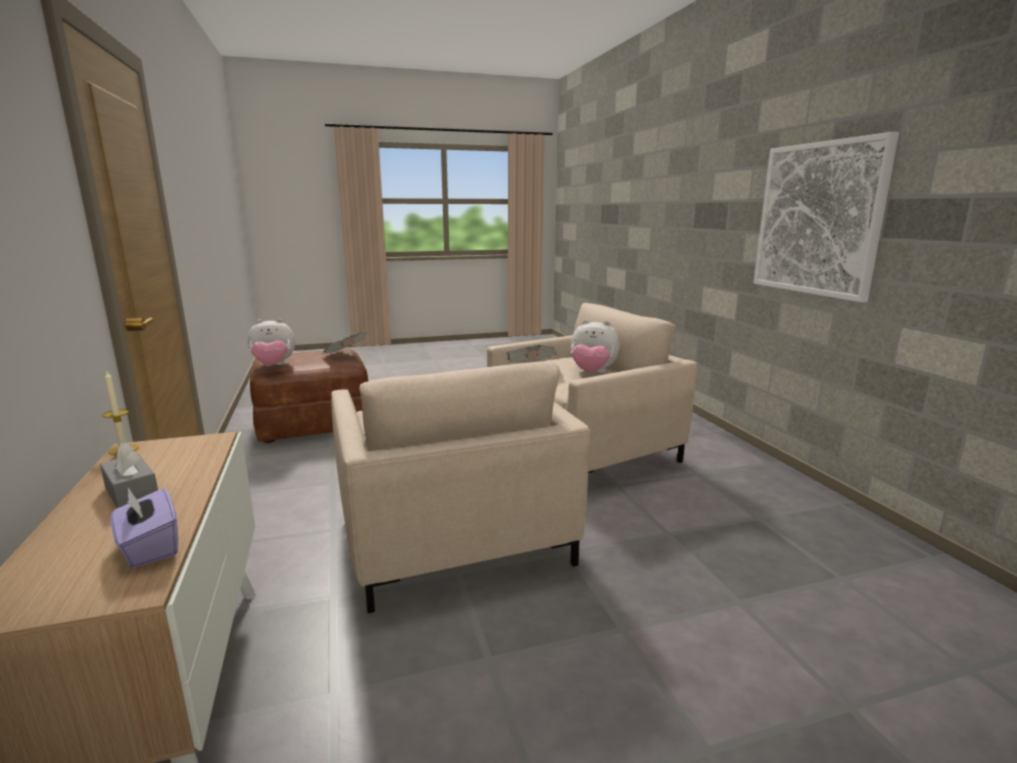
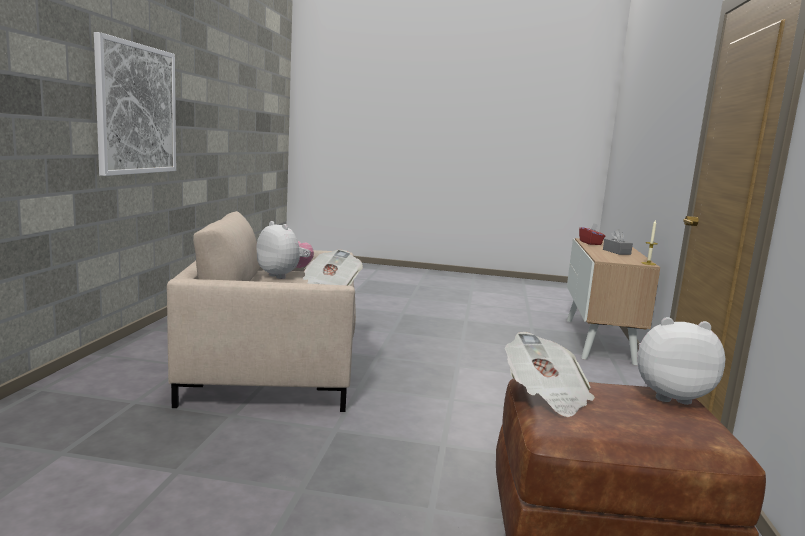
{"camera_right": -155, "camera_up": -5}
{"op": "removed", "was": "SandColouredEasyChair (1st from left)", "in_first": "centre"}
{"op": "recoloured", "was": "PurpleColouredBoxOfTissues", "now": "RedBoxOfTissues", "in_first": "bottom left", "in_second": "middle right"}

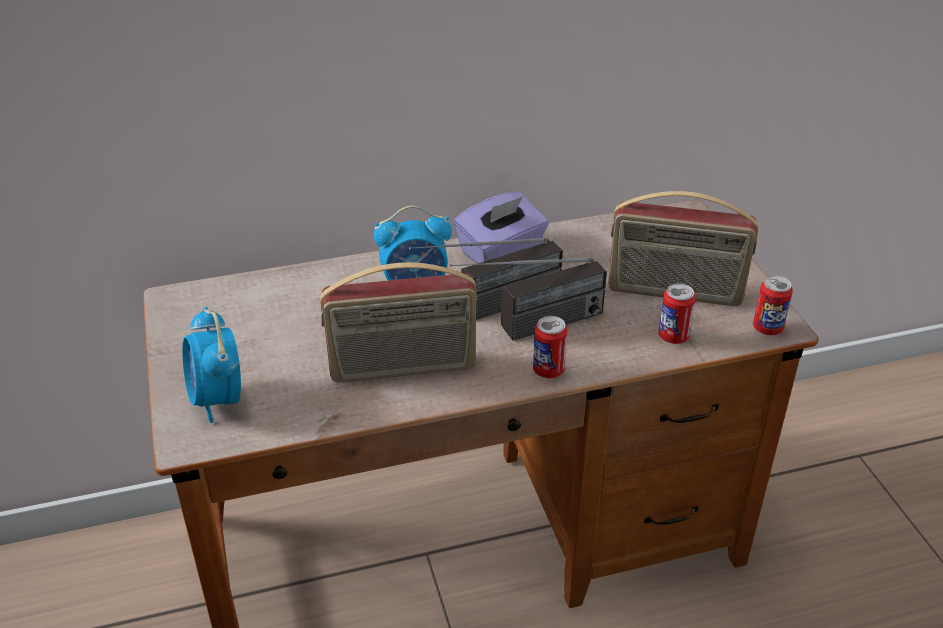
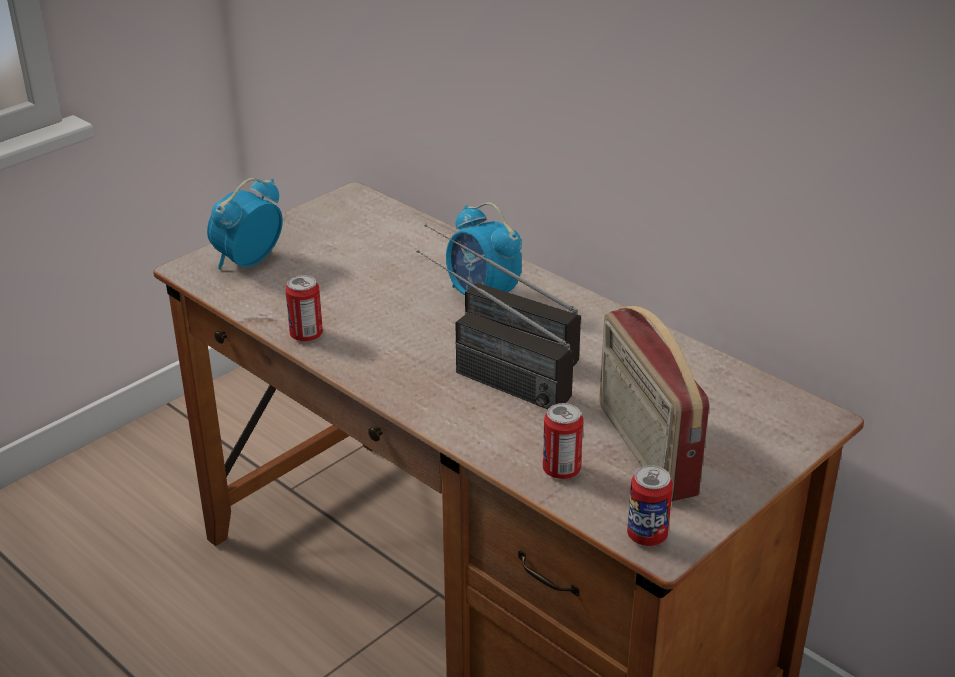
{"camera_right": 60, "camera_up": -5}
{"op": "removed", "was": "Radio (1st from left)", "in_first": "centre"}
{"op": "removed", "was": "PurpleColouredBoxOfTissues", "in_first": "centre"}
{"op": "moved", "was": "SealedCan (1st from left)", "in_first": "centre", "in_second": "middle left"}

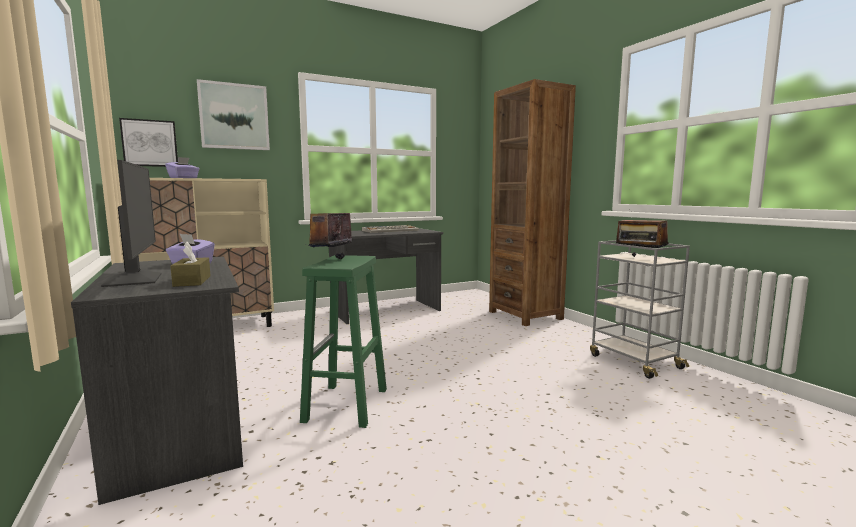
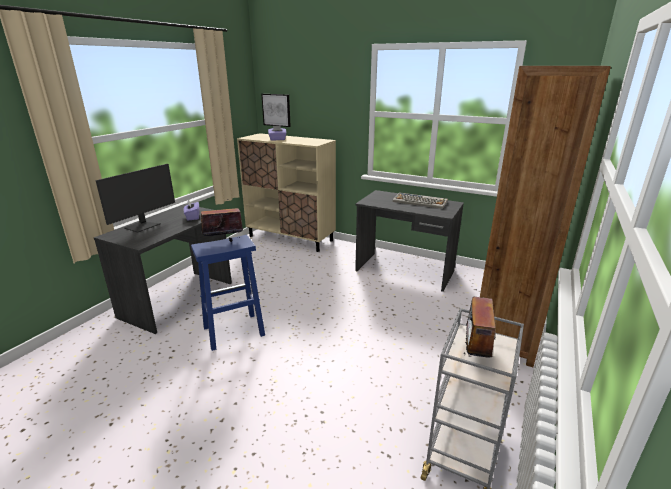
{"camera_right": 55, "camera_up": 15}
{"op": "removed", "was": "BrownishBoxOfTissues", "in_first": "middle left"}
{"op": "removed", "was": "Picture (2nd from left)", "in_first": "top left"}
{"op": "recoloured", "was": "GreenishStoolSeat", "now": "BlueColouredStoolSeat", "in_first": "centre", "in_second": "centre"}

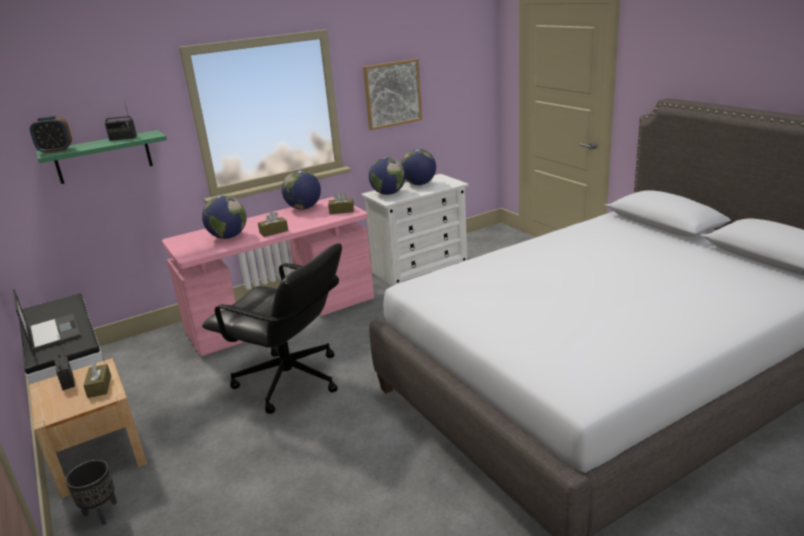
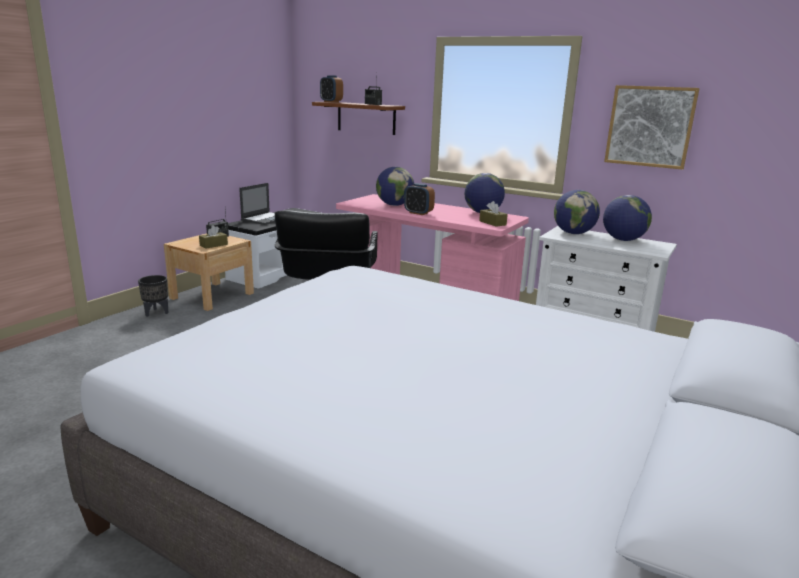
{"camera_right": 60, "camera_up": -5}
{"op": "replaced", "was": "BrownishBoxOfTissues (2nd from left)", "now": "TableClock (2nd from left)", "in_first": "centre", "in_second": "centre"}
{"op": "recoloured", "was": "GreenishWallShelf", "now": "BrownishWallShelf", "in_first": "top left", "in_second": "top centre"}

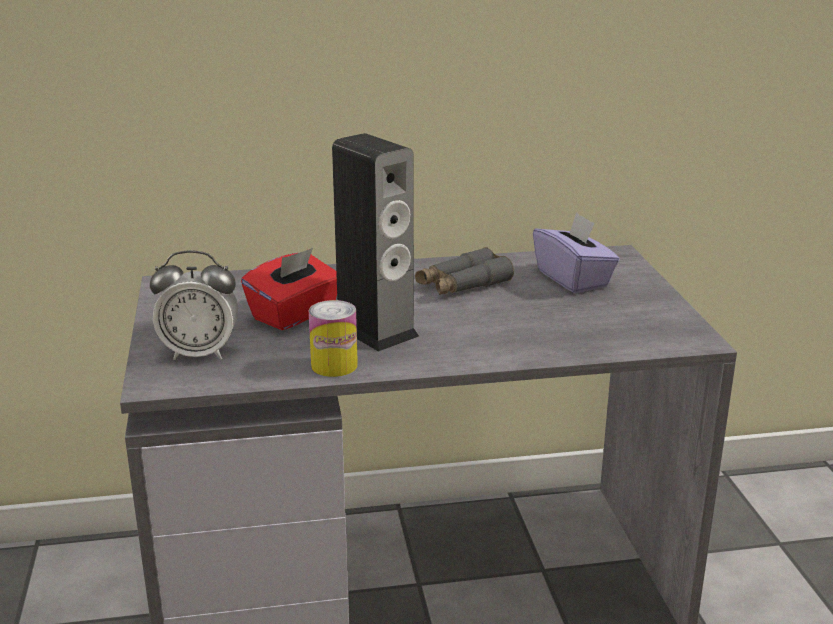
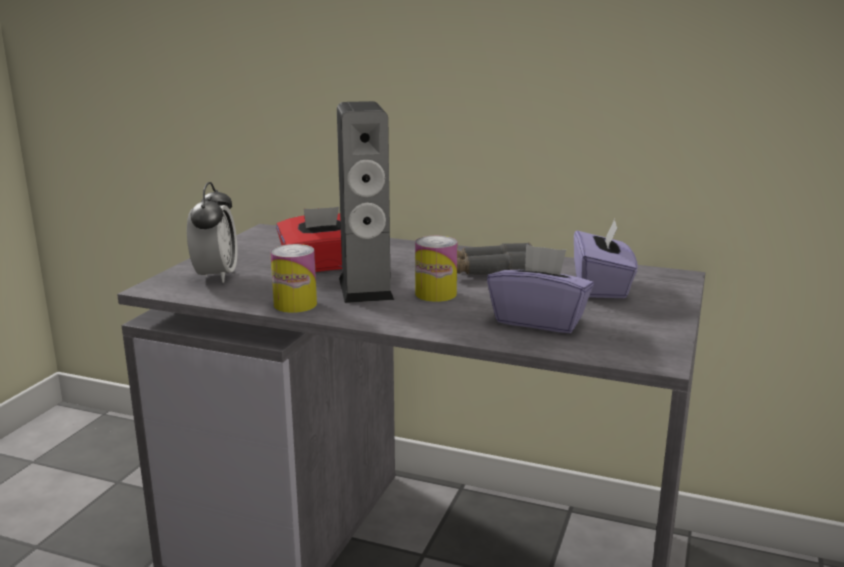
{"camera_right": 30, "camera_up": -5}
{"op": "added", "now": "SealedCan (2nd from left)", "in_second": "centre"}
{"op": "added", "now": "PurpleColouredBoxOfTissues (1st from left)", "in_second": "centre"}
{"op": "turned", "was": "TableClock", "in_first": "middle left", "in_second": "middle left", "clockwise": -120}

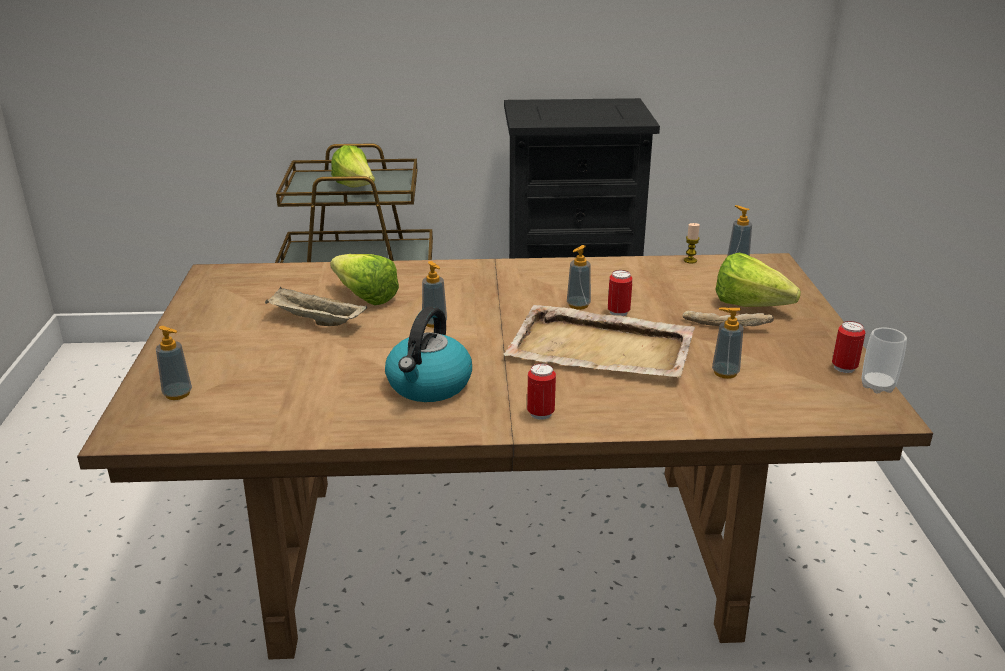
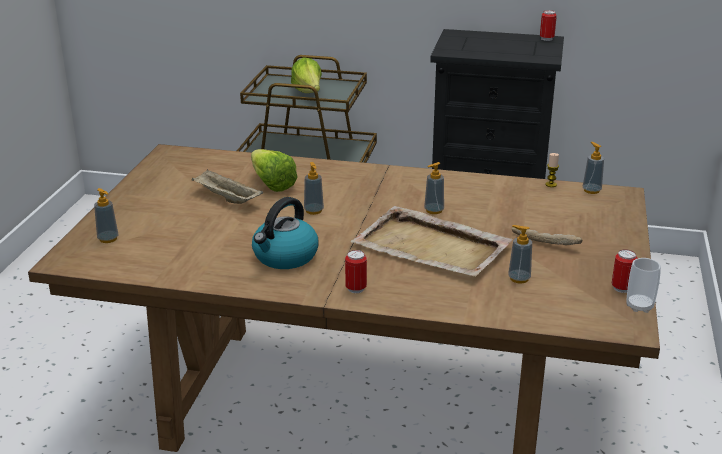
{"camera_right": 15, "camera_up": 0}
{"op": "removed", "was": "HeadOfLettuce (3rd from left)", "in_first": "middle right"}
{"op": "moved", "was": "SealedCan (2nd from left)", "in_first": "centre", "in_second": "top right"}

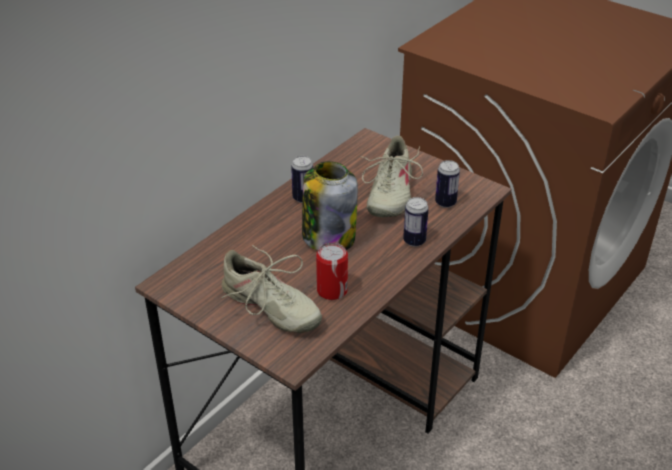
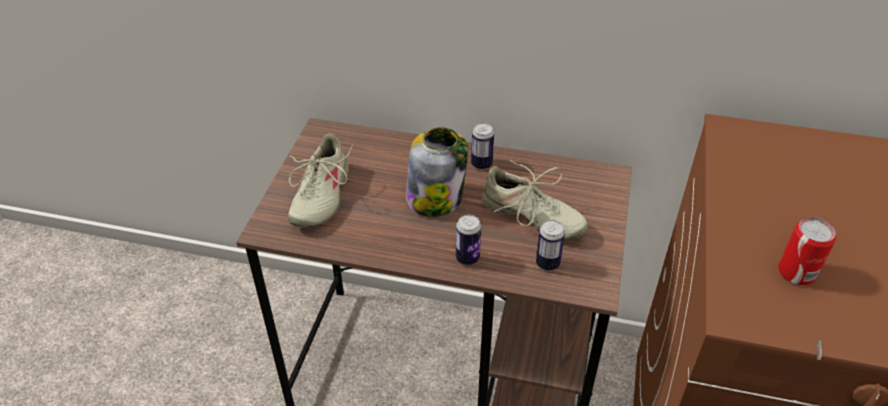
{"camera_right": 65, "camera_up": 5}
{"op": "moved", "was": "SealedCan (2nd from left in the first image)", "now": "SealedCan (4th from left)", "in_first": "centre", "in_second": "middle right"}
{"op": "turned", "was": "SandColouredShoe (2nd from left)", "in_first": "centre", "in_second": "centre", "clockwise": -135}

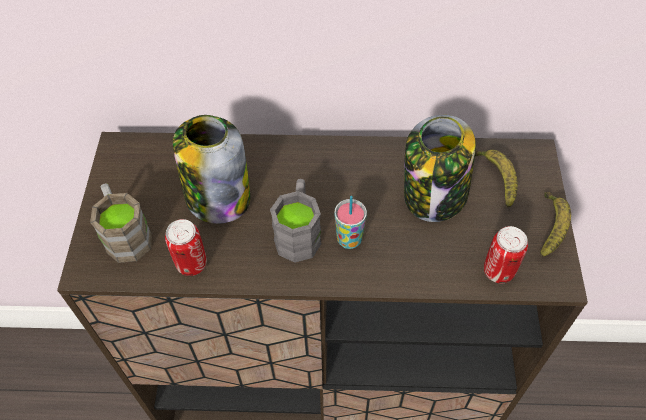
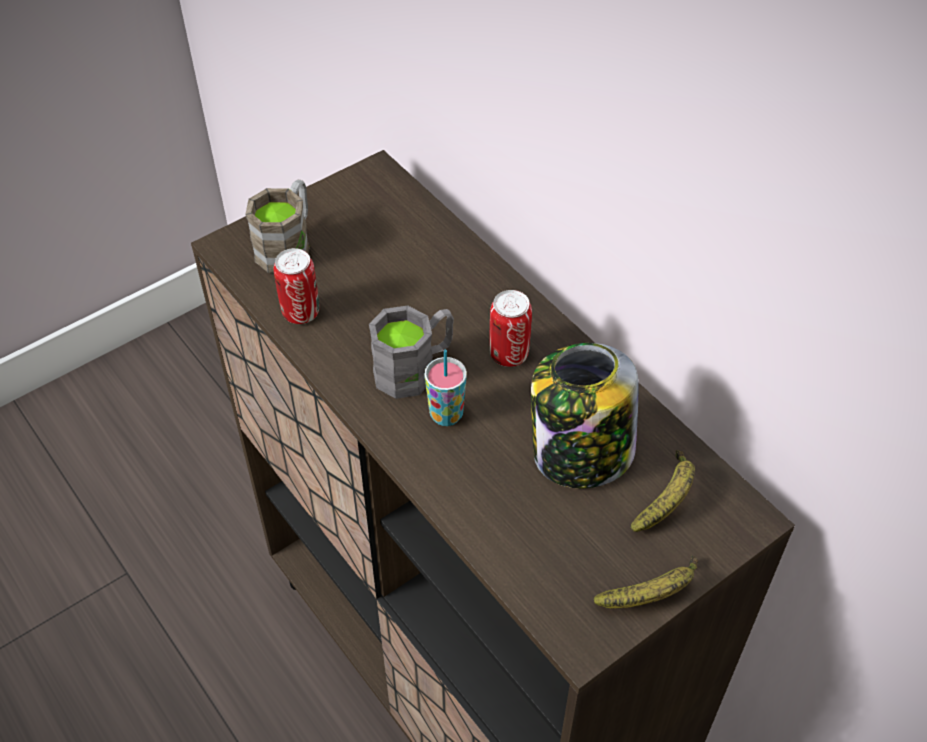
{"camera_right": 50, "camera_up": -5}
{"op": "removed", "was": "Jar (1st from left)", "in_first": "middle left"}
{"op": "moved", "was": "SealedCan (2nd from left)", "in_first": "middle right", "in_second": "centre"}

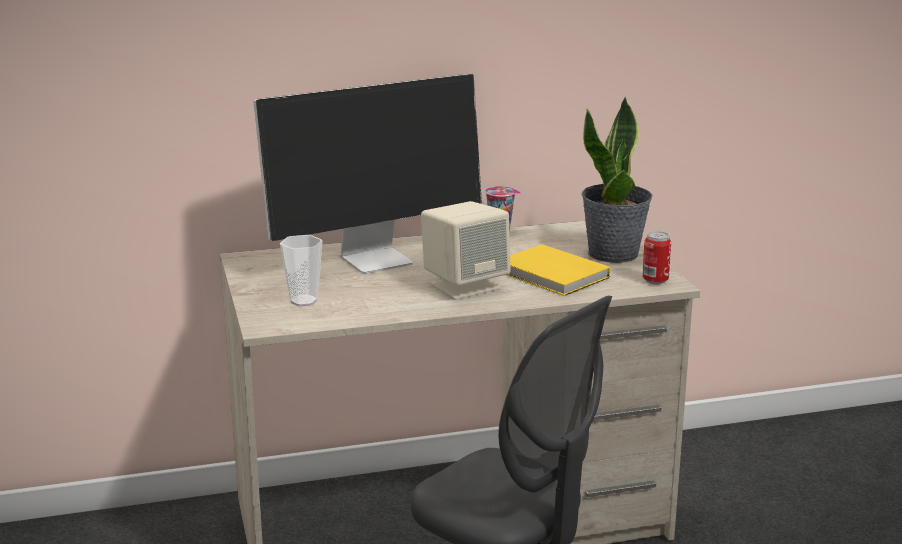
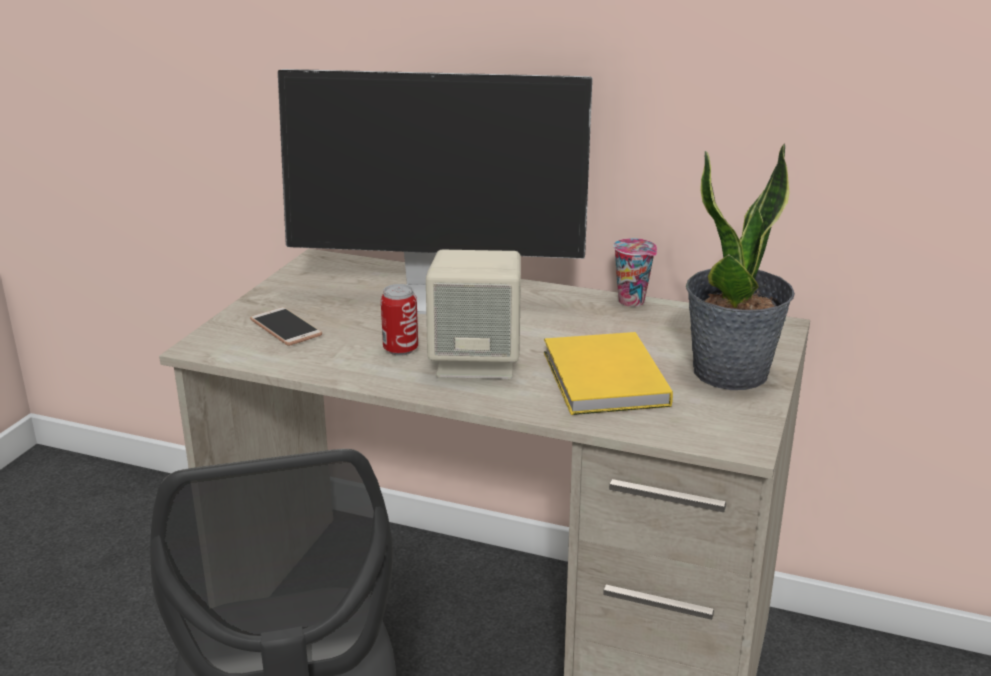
{"camera_right": 35, "camera_up": 5}
{"op": "moved", "was": "SealedCan", "in_first": "middle right", "in_second": "centre"}
{"op": "replaced", "was": "Cup (1st from left)", "now": "Telephone", "in_first": "centre", "in_second": "middle left"}

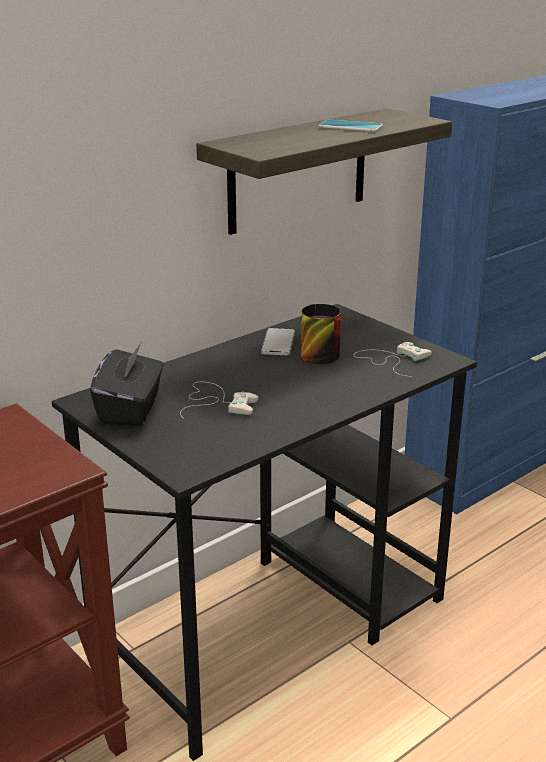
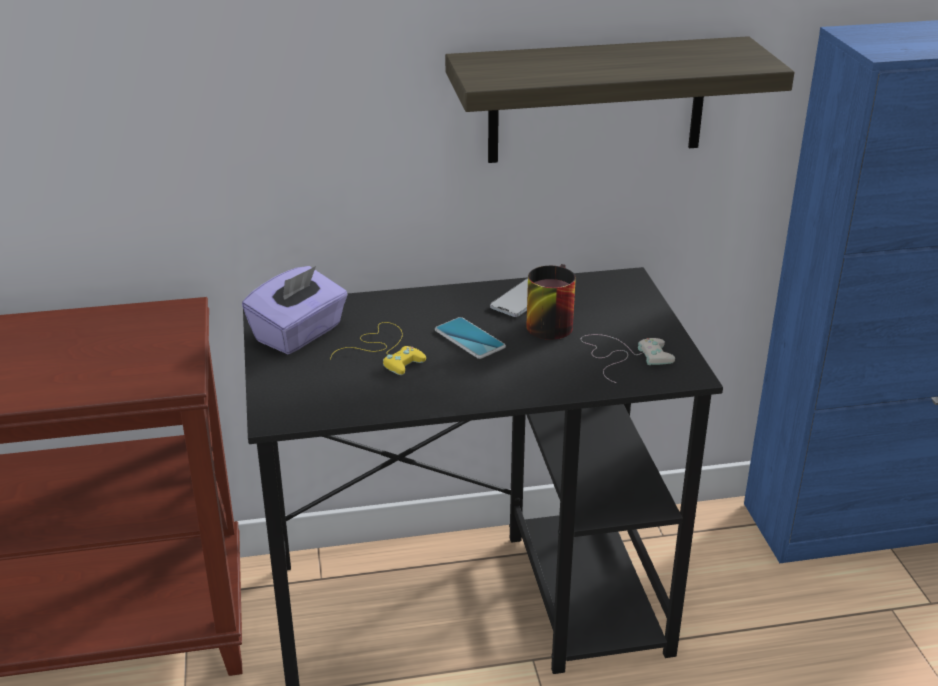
{"camera_right": 30, "camera_up": 5}
{"op": "moved", "was": "Telephone (2nd from left in the first image)", "now": "Telephone (1st from left)", "in_first": "top centre", "in_second": "centre"}
{"op": "recoloured", "was": "BlackishBoxOfTissues", "now": "PurpleColouredBoxOfTissues", "in_first": "middle left", "in_second": "middle left"}
{"op": "recoloured", "was": "WhiteGameController (1st from left)", "now": "YellowishGameController", "in_first": "centre", "in_second": "centre"}

